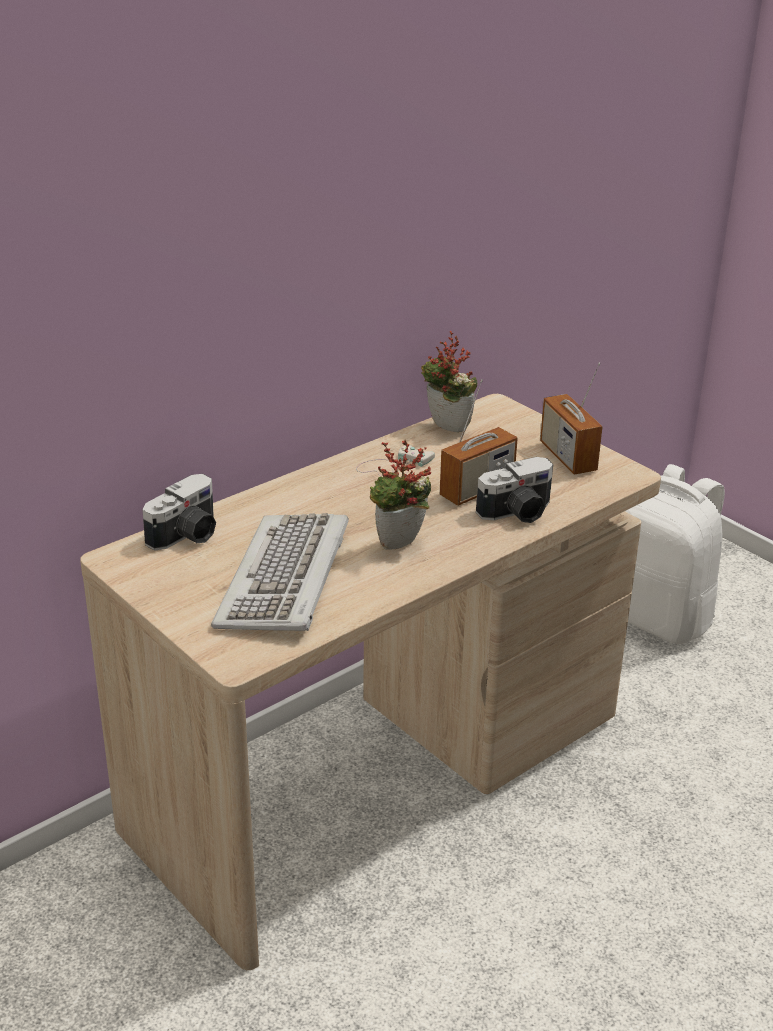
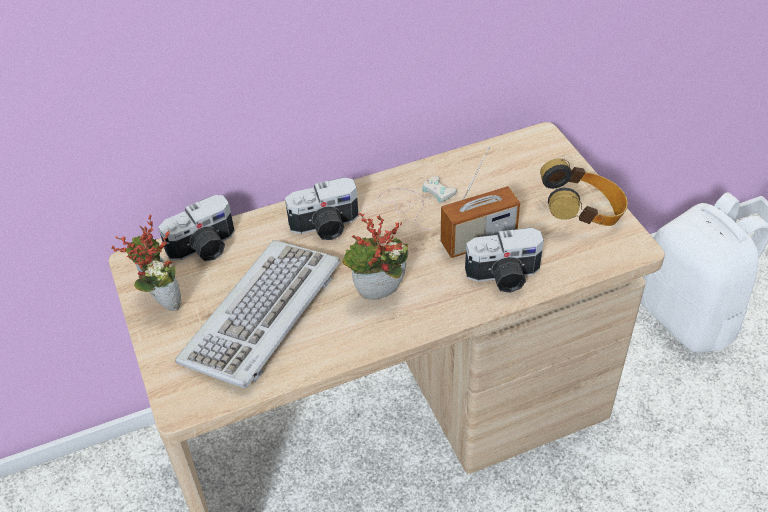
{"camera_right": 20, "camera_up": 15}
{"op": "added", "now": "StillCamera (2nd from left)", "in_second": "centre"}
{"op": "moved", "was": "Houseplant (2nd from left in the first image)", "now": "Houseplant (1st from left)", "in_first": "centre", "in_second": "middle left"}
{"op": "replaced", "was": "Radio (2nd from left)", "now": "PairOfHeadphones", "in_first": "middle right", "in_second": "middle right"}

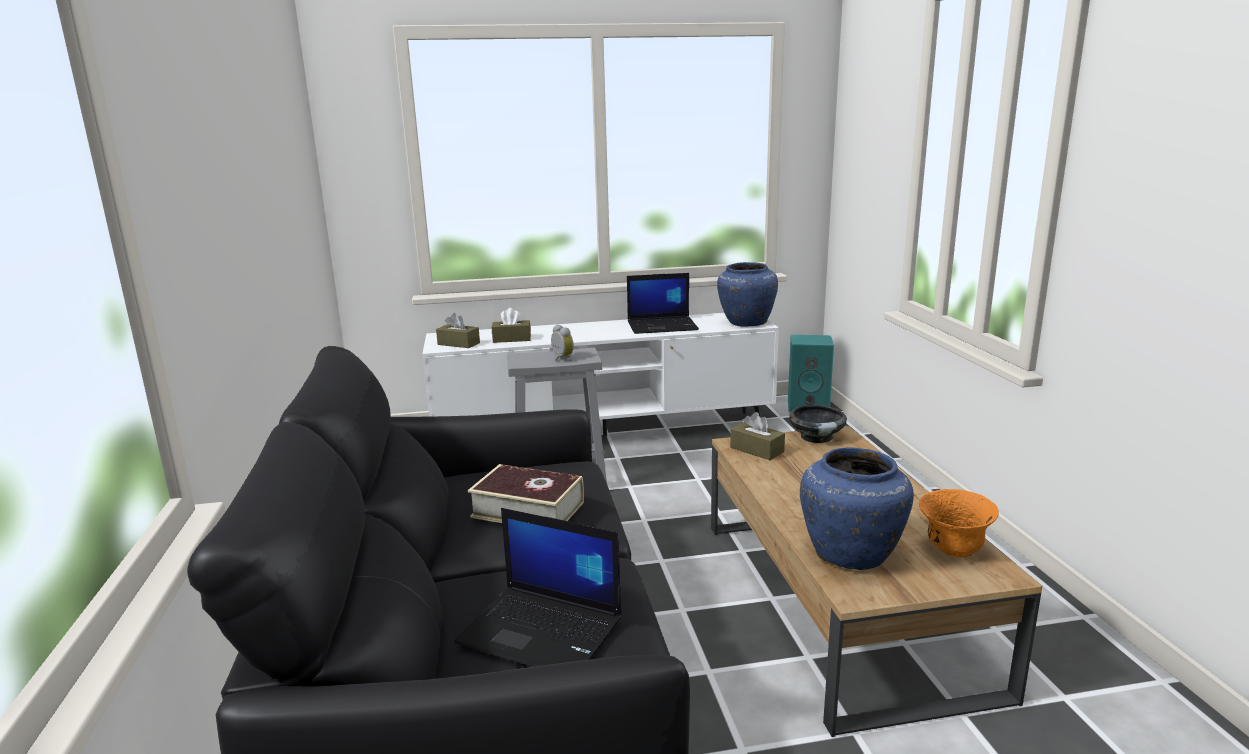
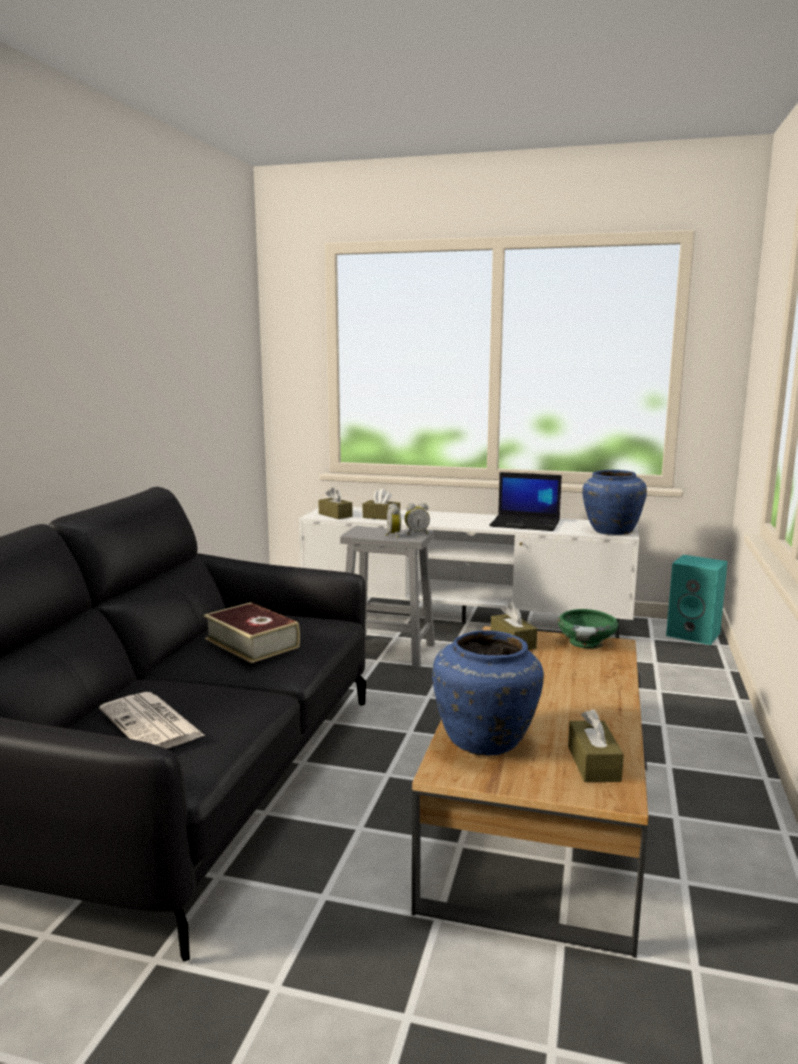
{"camera_right": 25, "camera_up": -5}
{"op": "added", "now": "TableClock (2nd from left)", "in_second": "centre"}
{"op": "replaced", "was": "Laptop (1st from left)", "now": "DailyPaper", "in_first": "bottom centre", "in_second": "bottom left"}
{"op": "replaced", "was": "OrangeBowl", "now": "BrownishBoxOfTissues (4th from left)", "in_first": "bottom right", "in_second": "bottom right"}
{"op": "recoloured", "was": "BlackishBowl", "now": "GreenishBowl", "in_first": "centre", "in_second": "middle right"}

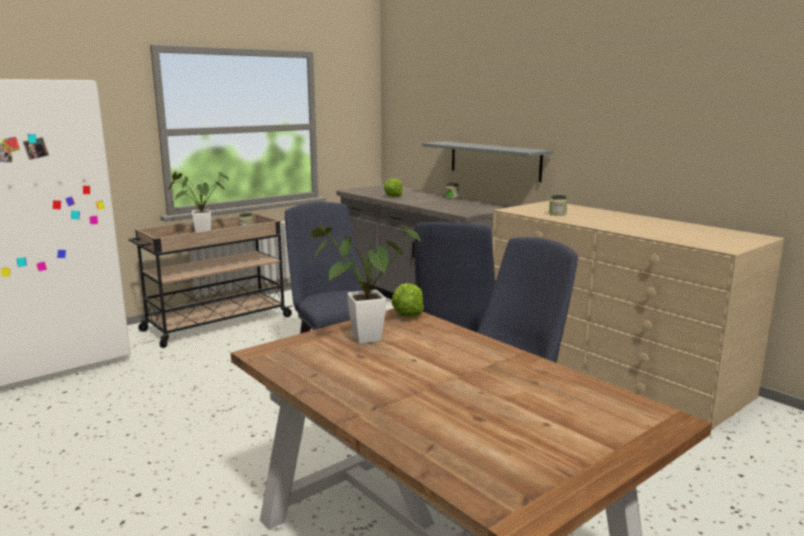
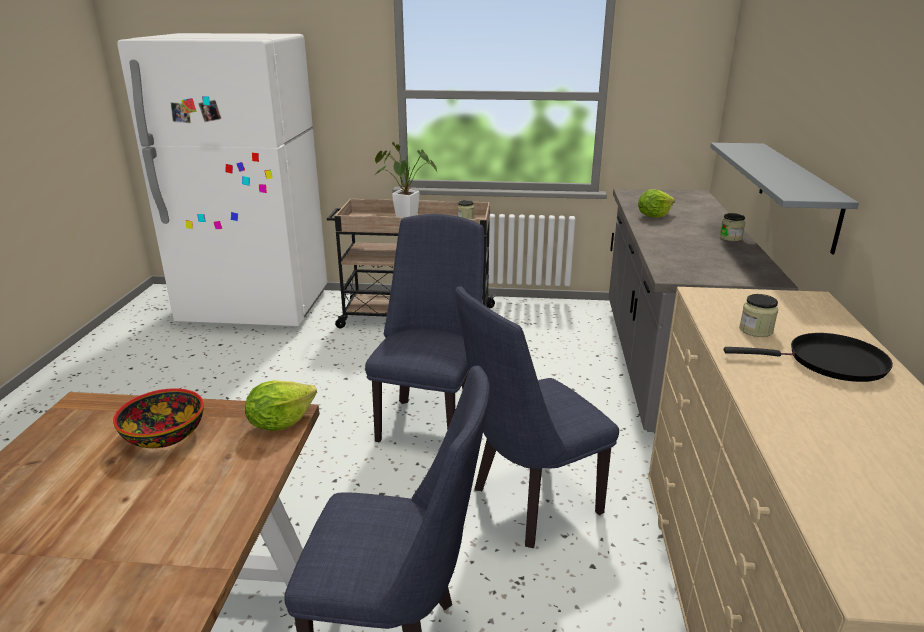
{"camera_right": 45, "camera_up": 10}
{"op": "added", "now": "BlackishSkillet", "in_second": "middle right"}
{"op": "replaced", "was": "Houseplant (2nd from left)", "now": "Bowl", "in_first": "centre", "in_second": "middle left"}

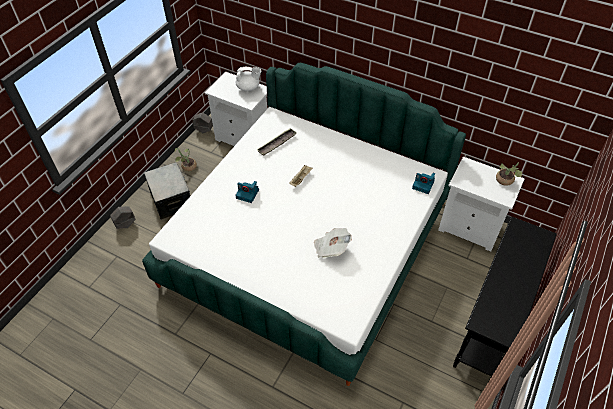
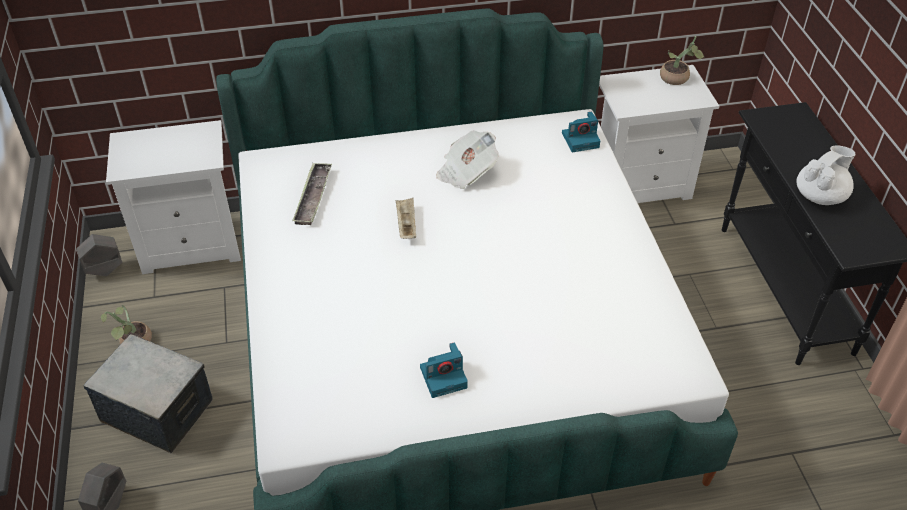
{"camera_right": -40, "camera_up": -5}
{"op": "moved", "was": "StillCamera (1st from left)", "in_first": "centre", "in_second": "bottom centre"}
{"op": "moved", "was": "WhiteTeapot", "in_first": "top centre", "in_second": "middle right"}
{"op": "moved", "was": "DailyPaper", "in_first": "centre", "in_second": "top centre"}

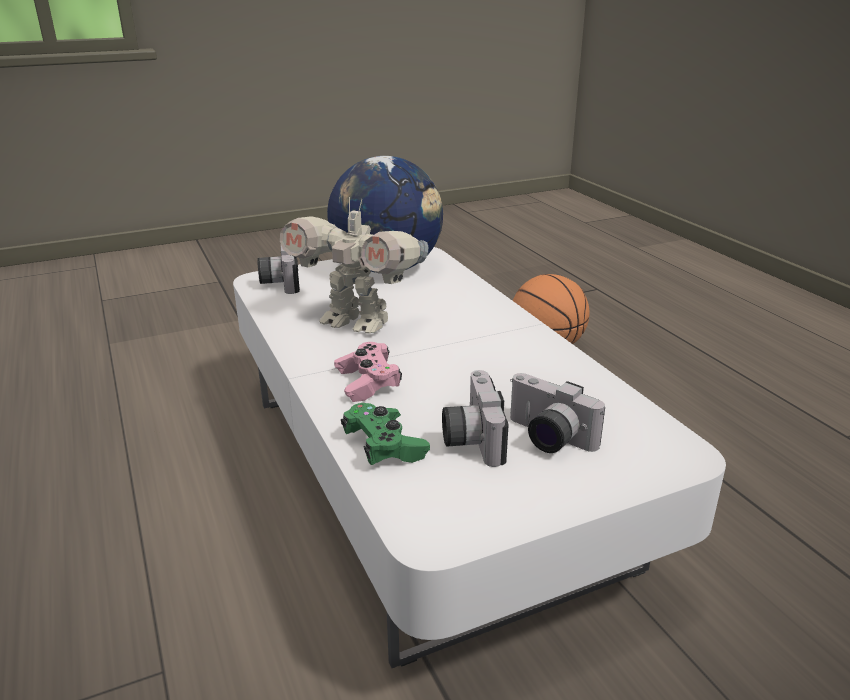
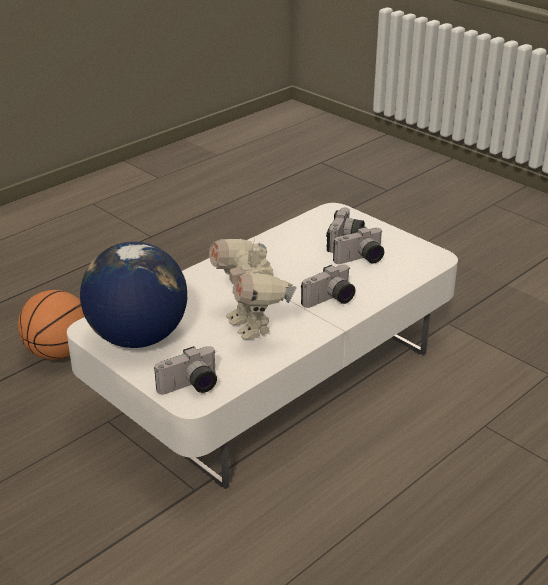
{"camera_right": -110, "camera_up": 5}
{"op": "removed", "was": "GreenishGameController", "in_first": "centre"}
{"op": "replaced", "was": "PinkColouredGameController", "now": "StillCamera (2nd from left)", "in_first": "centre", "in_second": "centre"}
{"op": "turned", "was": "RobotFigure", "in_first": "centre", "in_second": "centre", "clockwise": 150}

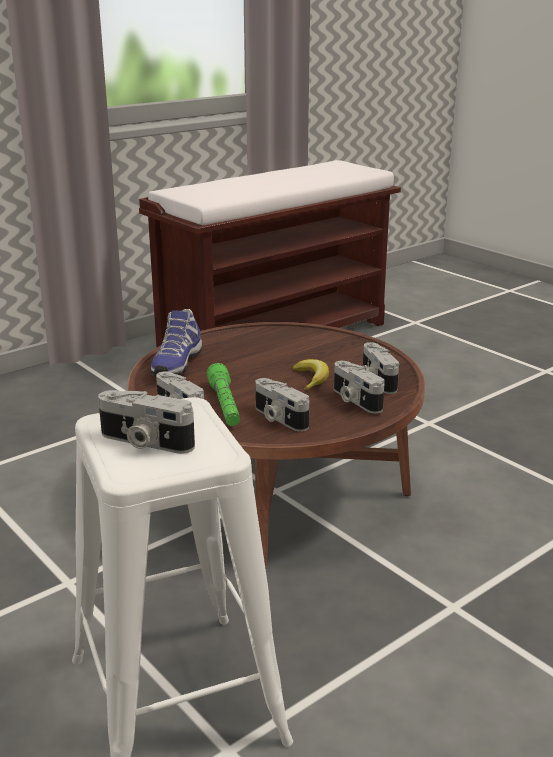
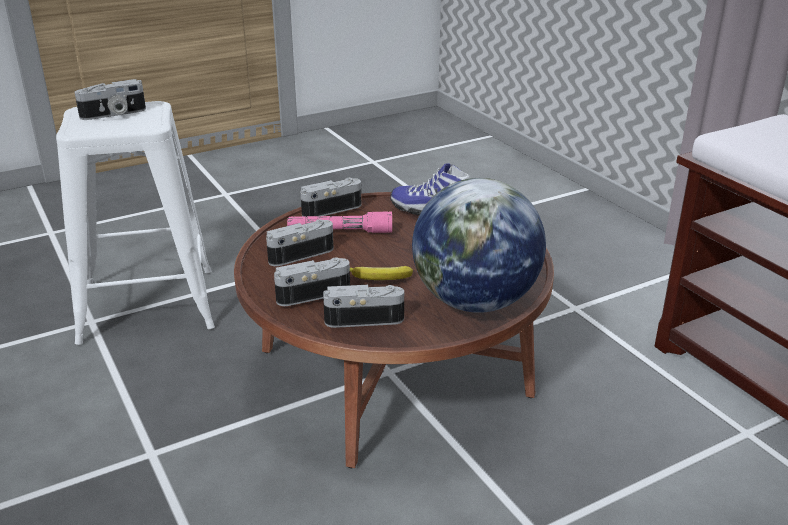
{"camera_right": 100, "camera_up": 5}
{"op": "added", "now": "Globe", "in_second": "centre"}
{"op": "recoloured", "was": "GreenishTorch", "now": "PinkColouredTorch", "in_first": "centre", "in_second": "centre"}
{"op": "turned", "was": "StillCamera (1st from left)", "in_first": "middle left", "in_second": "top left", "clockwise": -150}

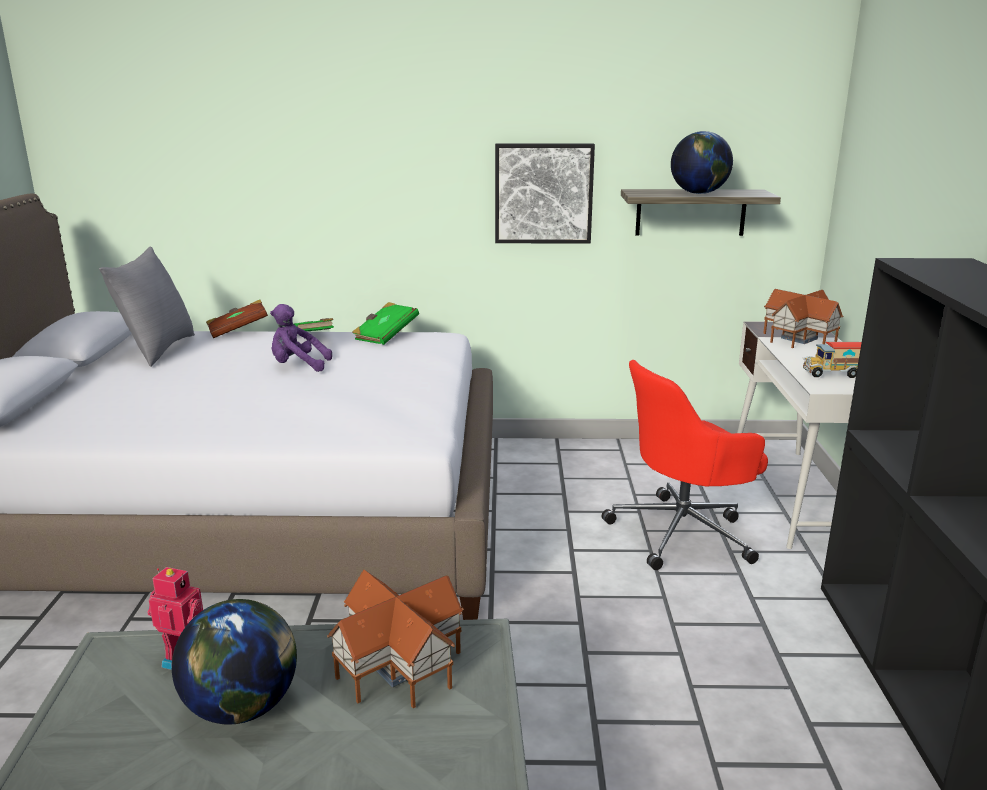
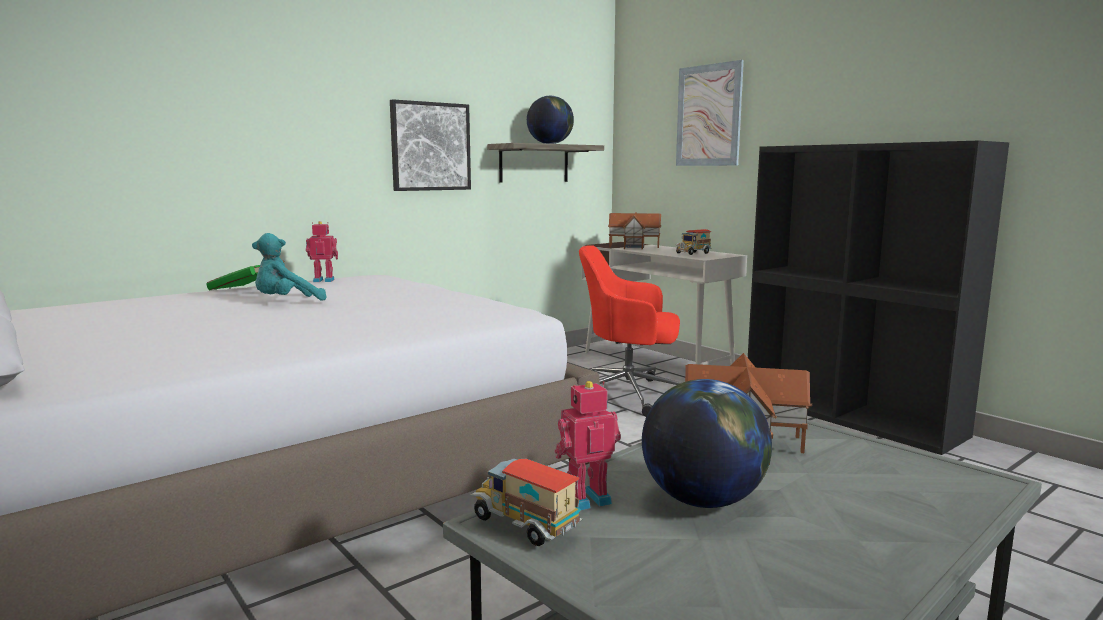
{"camera_right": -40, "camera_up": -10}
{"op": "removed", "was": "GrayCushion", "in_first": "middle left"}
{"op": "removed", "was": "BrownishVolume", "in_first": "middle left"}
{"op": "added", "now": "ToyLorry (1st from left)", "in_second": "bottom centre"}
{"op": "added", "now": "Picture (2nd from left)", "in_second": "top centre"}
{"op": "replaced", "was": "GreenishVolume (2nd from left)", "now": "RobotFigure (1st from left)", "in_first": "centre", "in_second": "middle left"}
{"op": "recoloured", "was": "PurpleColouredPlushToy", "now": "BlueGreenPlushToy", "in_first": "middle left", "in_second": "middle left"}
{"op": "turned", "was": "RedDeskChair", "in_first": "middle right", "in_second": "centre", "clockwise": 75}

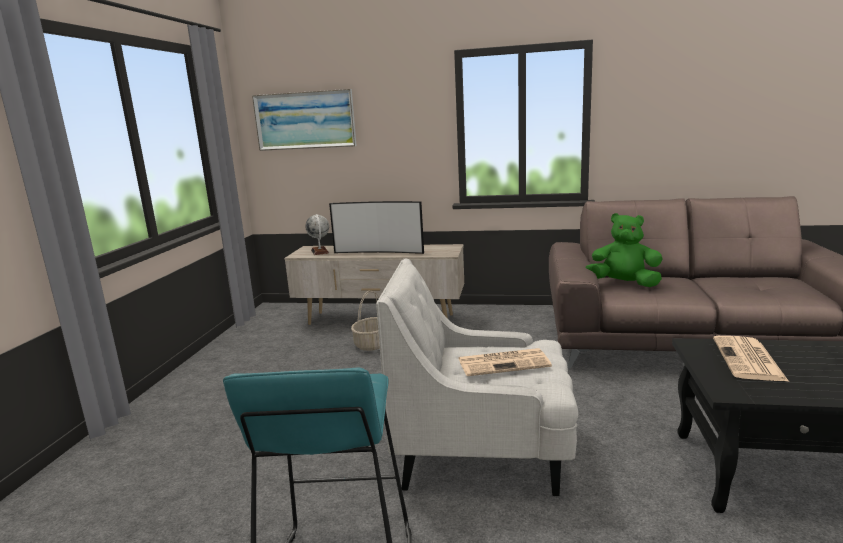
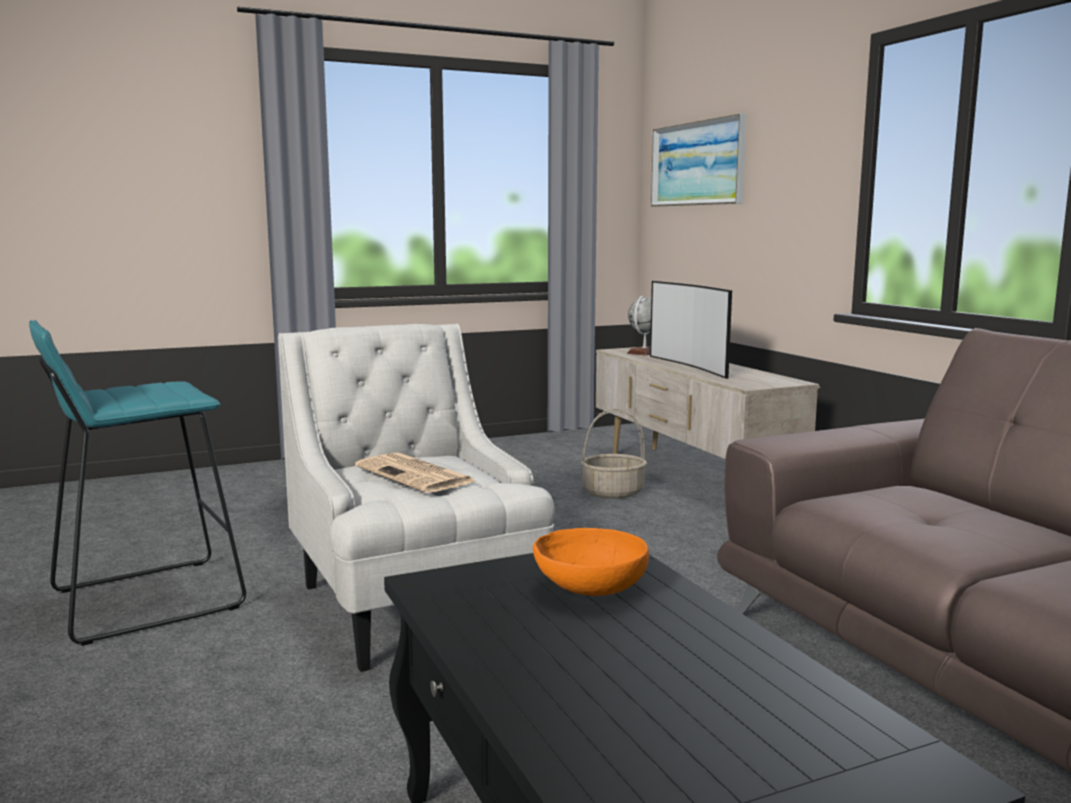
{"camera_right": 55, "camera_up": -5}
{"op": "removed", "was": "GreenishPlushToy", "in_first": "middle right"}
{"op": "replaced", "was": "DailyPaper (2nd from left)", "now": "OrangeBowl", "in_first": "middle right", "in_second": "bottom centre"}

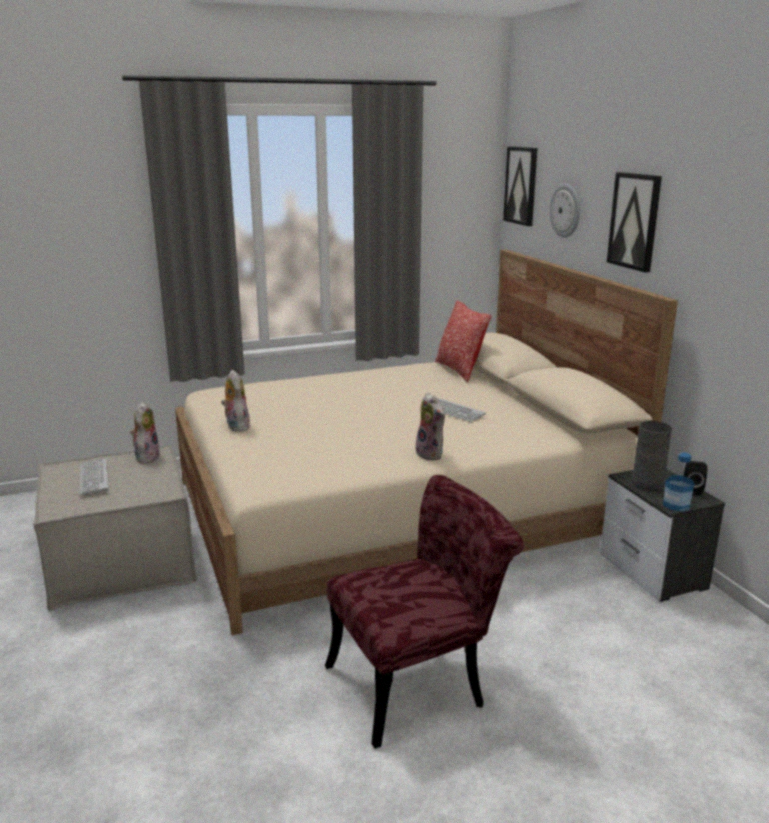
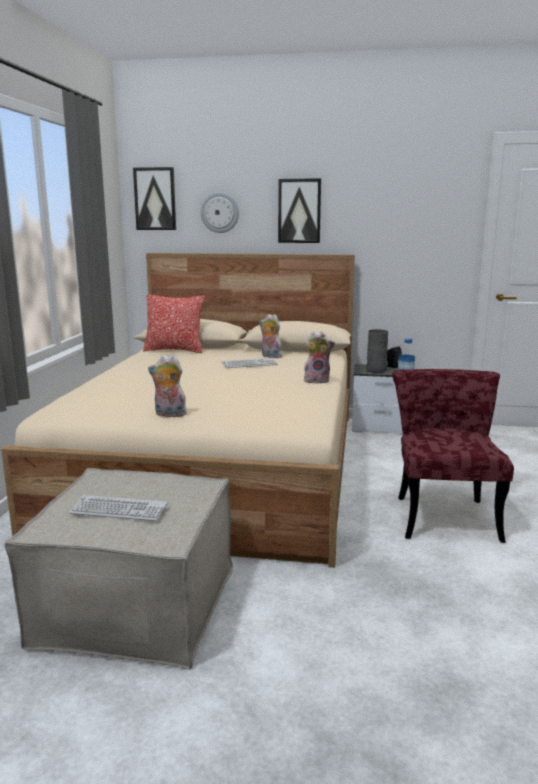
{"camera_right": -60, "camera_up": -5}
{"op": "moved", "was": "PlushToy (1st from left in the first image)", "now": "PlushToy (2nd from left)", "in_first": "middle left", "in_second": "centre"}

